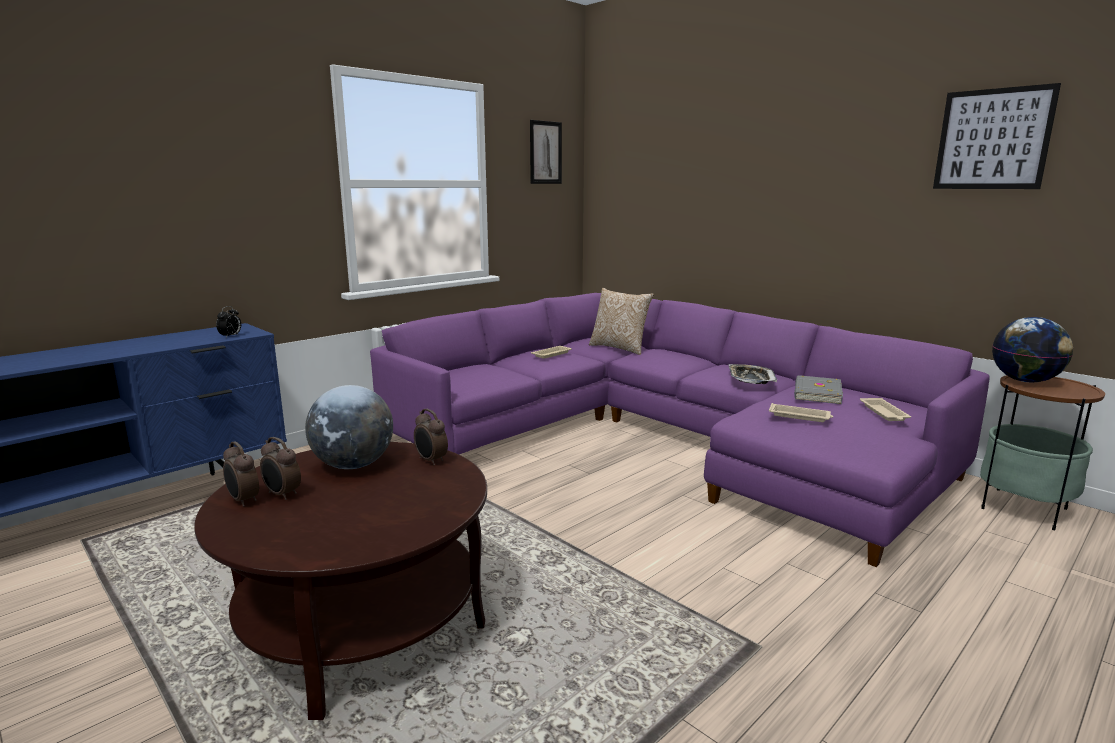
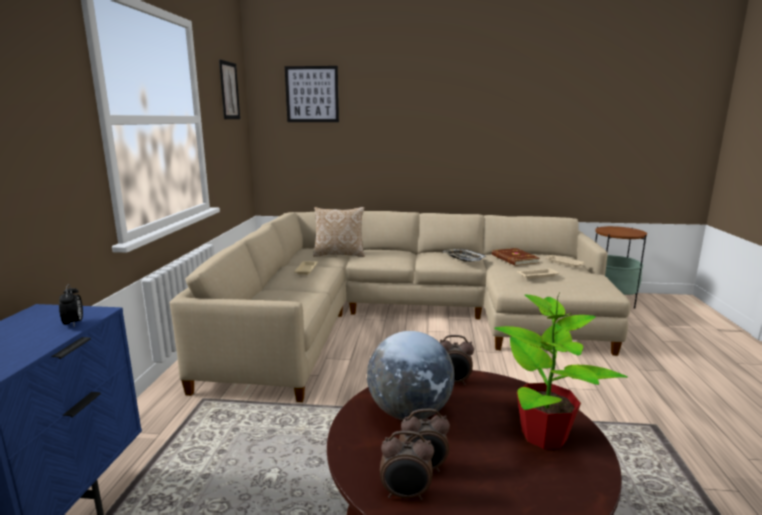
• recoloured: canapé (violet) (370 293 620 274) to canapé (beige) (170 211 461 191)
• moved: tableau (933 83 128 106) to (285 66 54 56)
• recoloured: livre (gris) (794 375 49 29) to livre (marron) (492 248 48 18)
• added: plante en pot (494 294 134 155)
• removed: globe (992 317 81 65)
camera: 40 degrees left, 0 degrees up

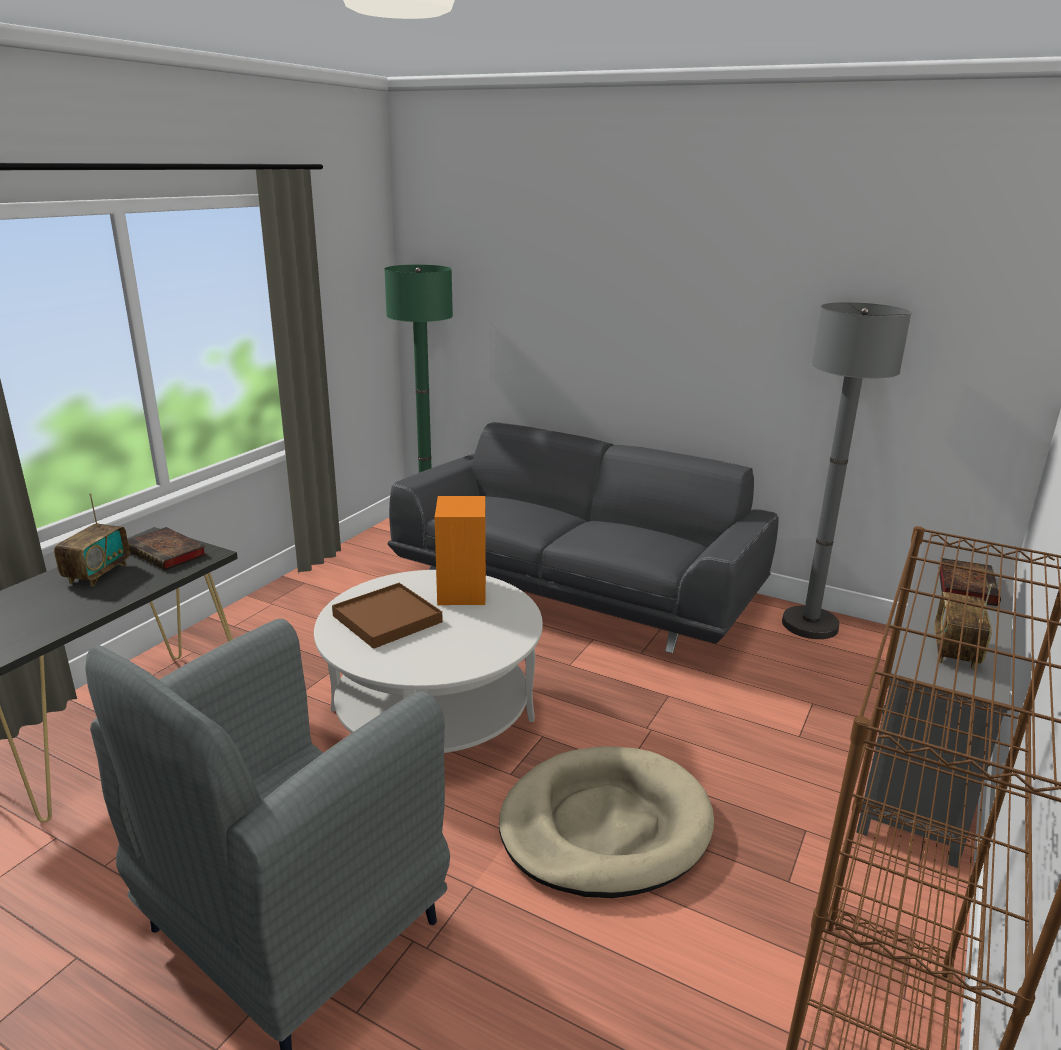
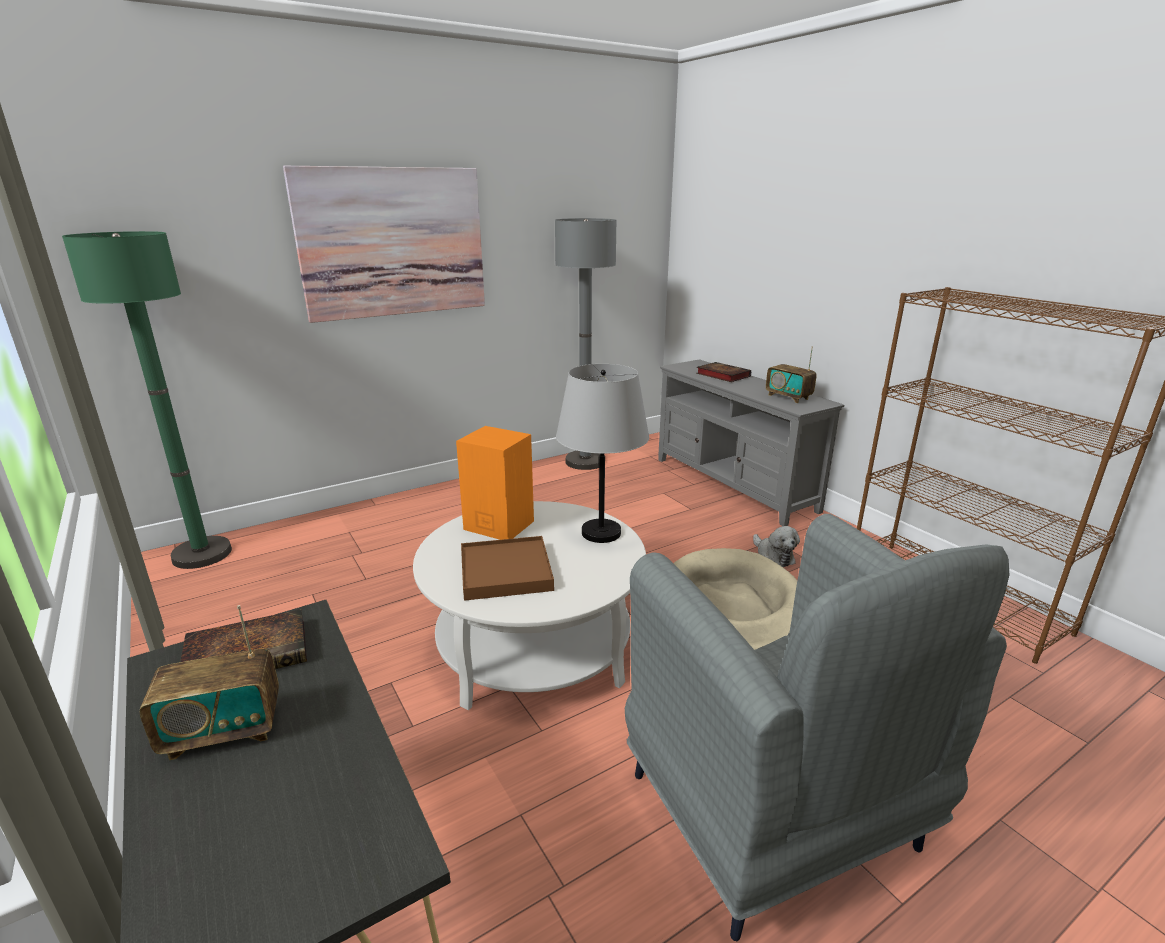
• turned: radio (54 493 76 94) = (140 605 139 155) 120 degrees clockwise
• added: tableau (283 166 202 157)
• added: lampe de table (gris) (556 364 93 179)
• added: peluche (753 526 47 41)
• removed: canapé (gris) (388 422 391 231)
camera: 60 degrees left, 0 degrees up

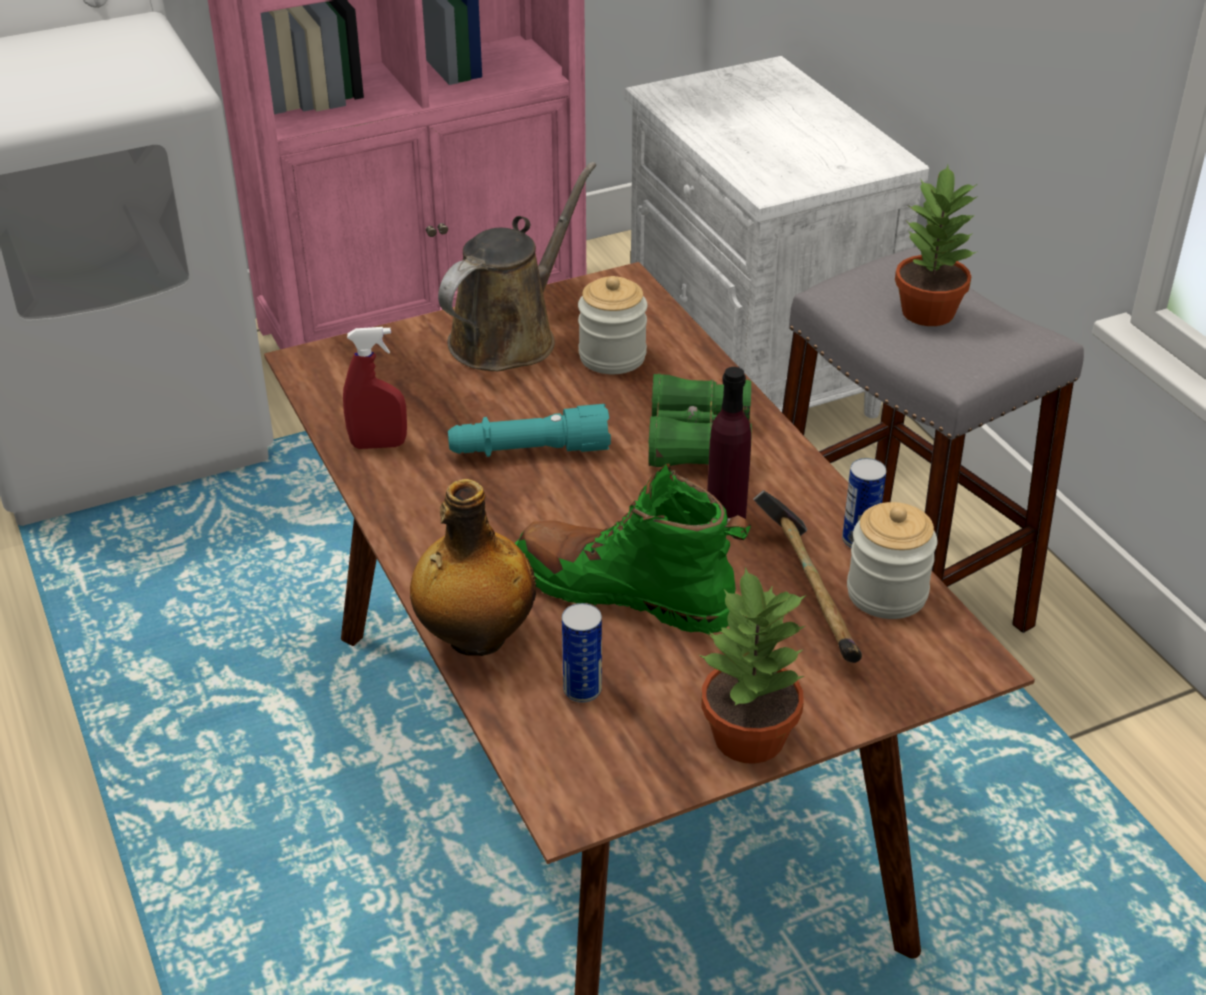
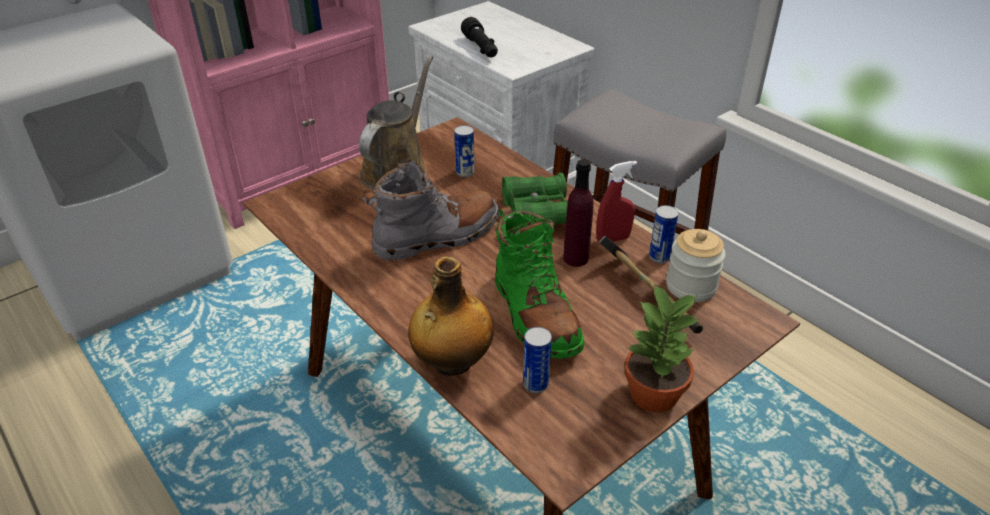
• replaced: lampe de poche (turquoise) (448 404 163 53) to botte (gris) (362 159 137 102)
• replaced: bocal (578 276 70 98) to boîte métallique (454 125 20 52)
• added: lampe de poche (noir) (461 17 37 40)
• turned: botte (vert) (515 464 236 171) = (495 205 89 154) 120 degrees counterclockwise
• moved: vaporisateur (rouge) (343 327 64 122) to (596 161 41 81)
• removed: plante en pot (895 165 83 161)
camera: 15 degrees left, 0 degrees up

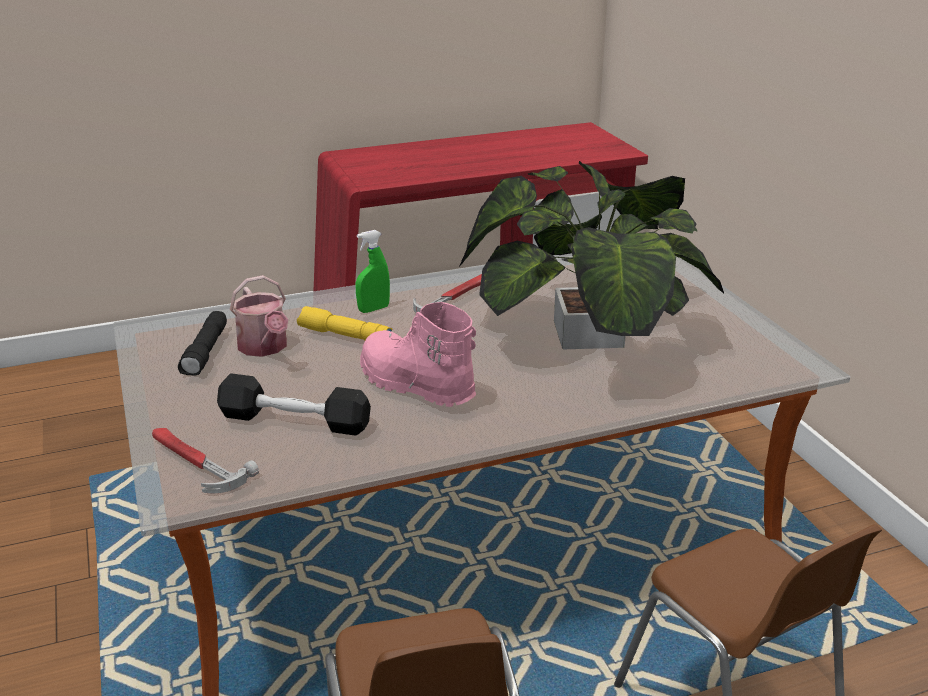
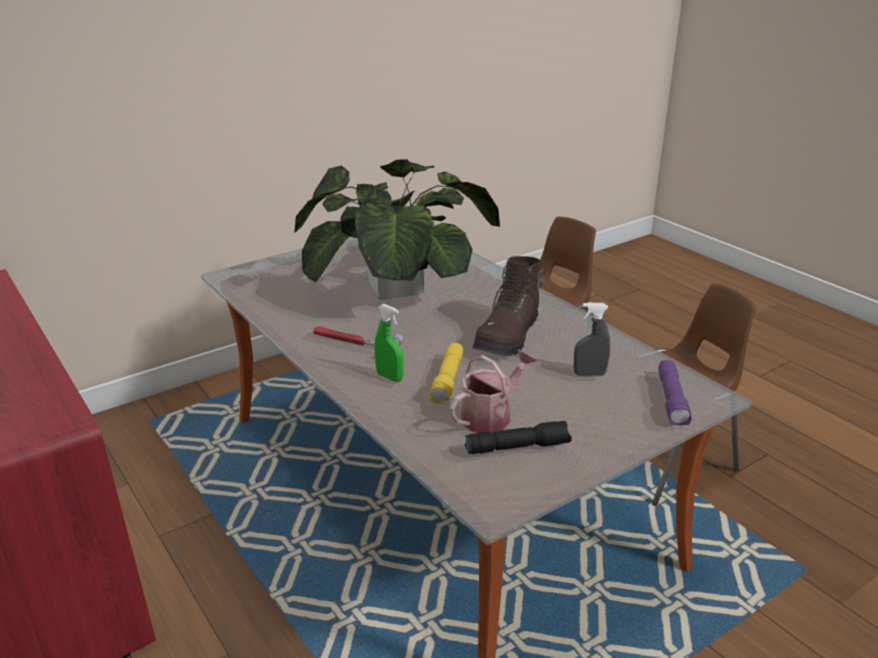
• recoloured: botte (rose) (360 302 116 105) to botte (marron) (472 256 73 100)
• replaced: haltère (noir) (217 373 154 63) to vaporisateur (gris) (574 303 36 73)
• replaced: marteau (152 428 107 65) to lampe de poche (violet) (658 360 34 65)
camera: 105 degrees left, 0 degrees up

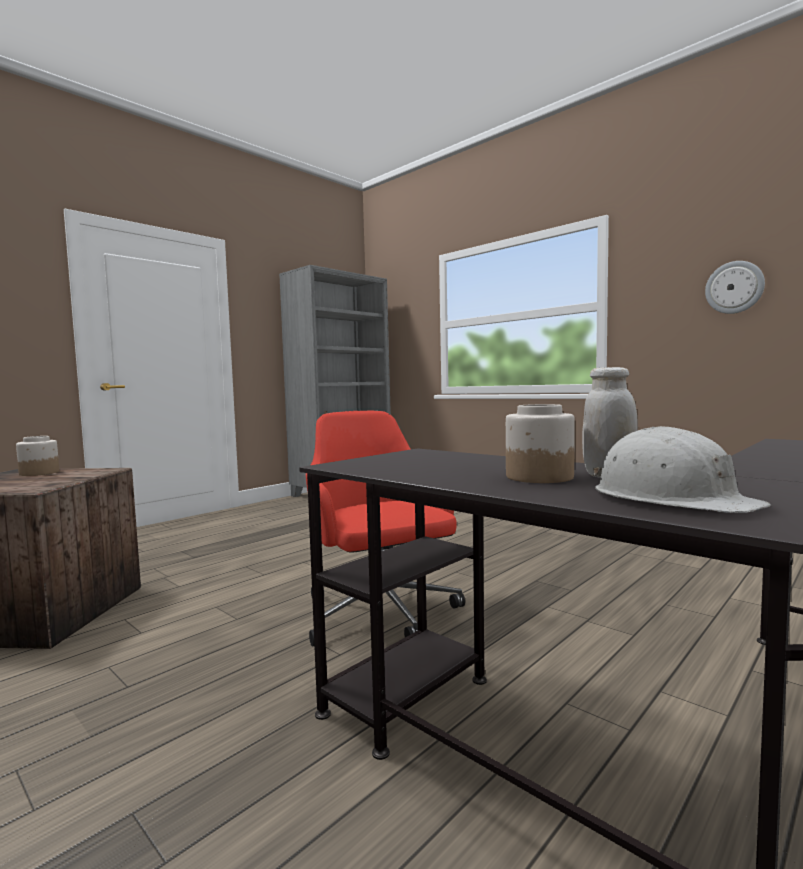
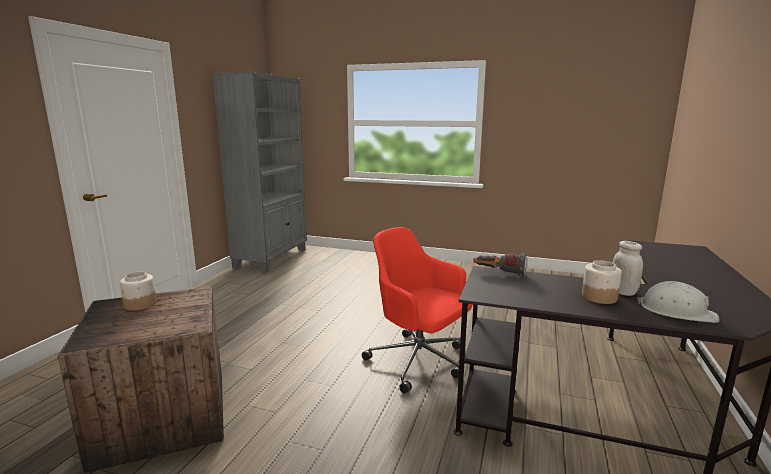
• added: lampe de poche (473 253 55 24)
• removed: horloge murale (705 261 60 53)
camera: 25 degrees left, 10 degrees up

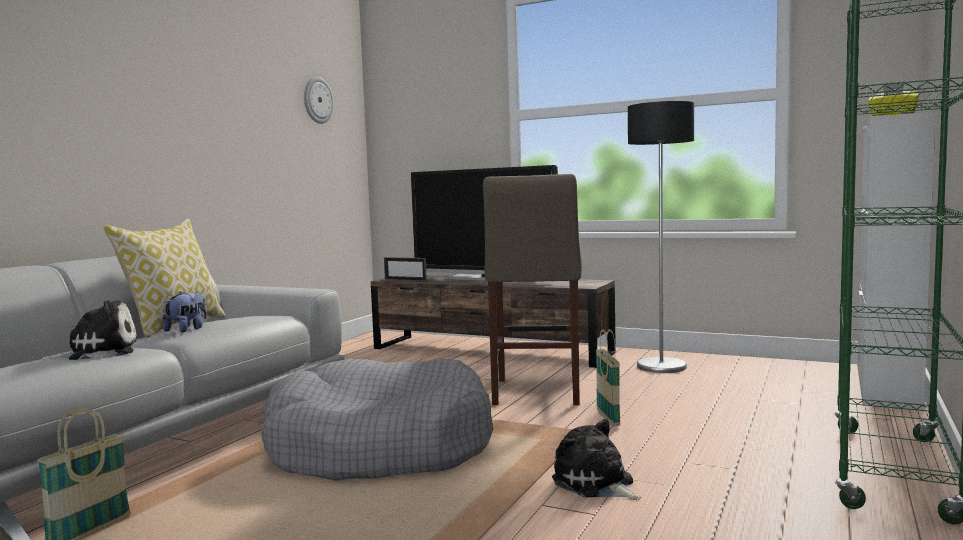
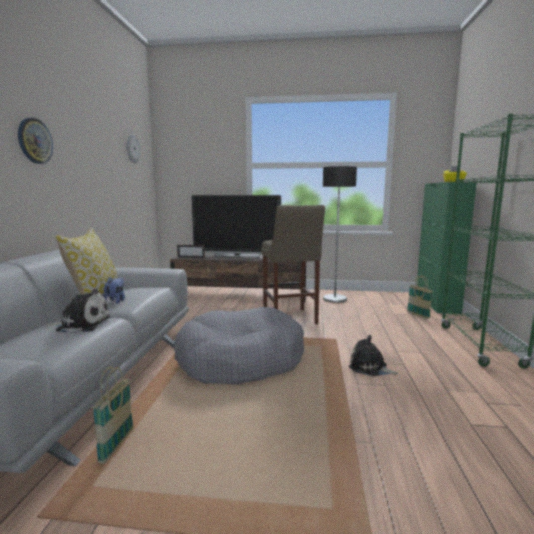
• added: horloge murale (18 118 35 46)
• turned: peluche (38 300 99 61) = (45 288 66 44) 45 degrees clockwise
• moved: panier (596 329 24 97) to (407 276 26 43)
• recoloured: meuble de rangement (blanc) (857 112 79 298) to meuble de rangement (vert) (417 182 59 132)
camera: 20 degrees left, 5 degrees up

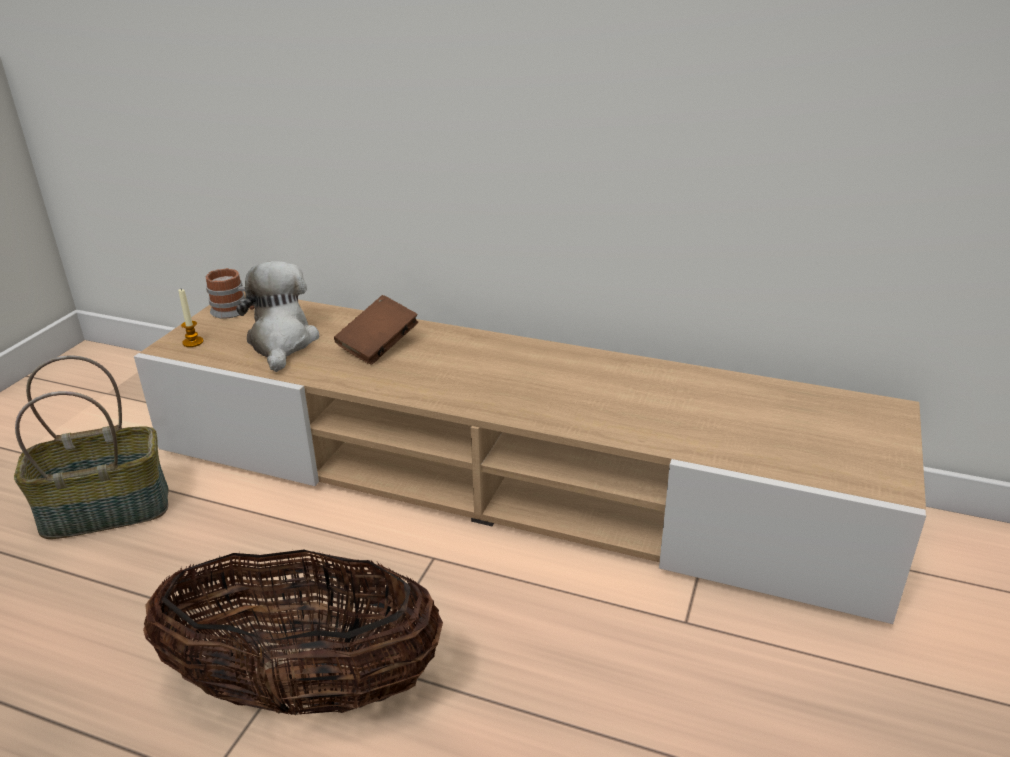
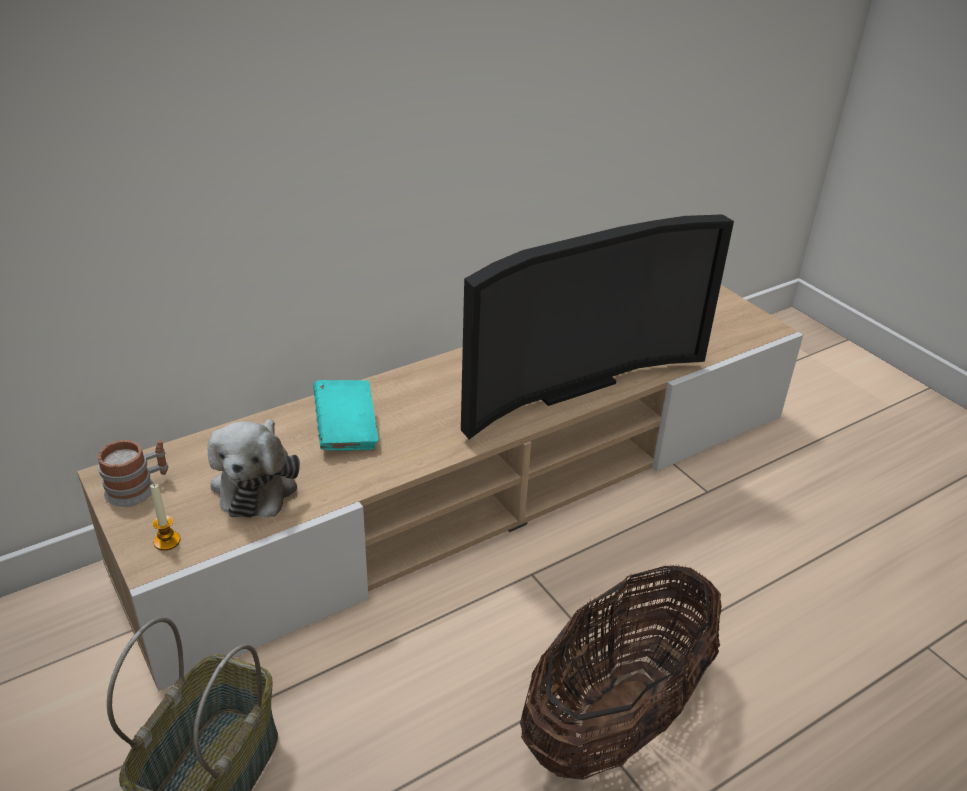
• turned: peluche (236 261 83 111) = (208 419 92 99) 120 degrees counterclockwise
• recoloured: livre (marron) (334 295 84 69) to livre (turquoise) (313 380 66 70)
• added: téléviseur (461 214 273 225)
camera: 55 degrees left, 5 degrees up

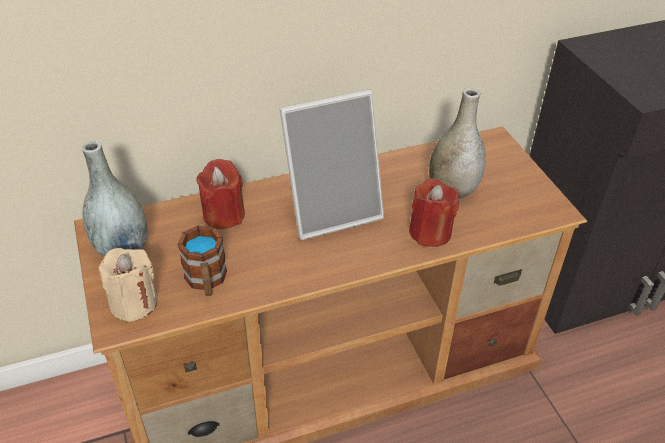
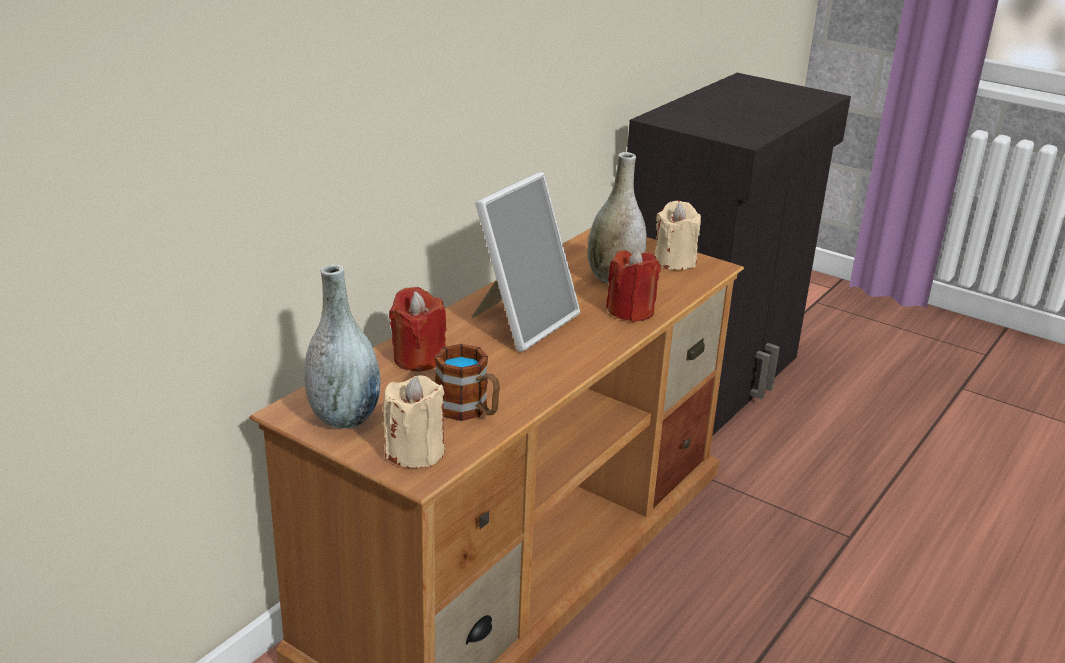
• added: bougie (beige) (655 200 46 70)
camera: 35 degrees left, 15 degrees down

